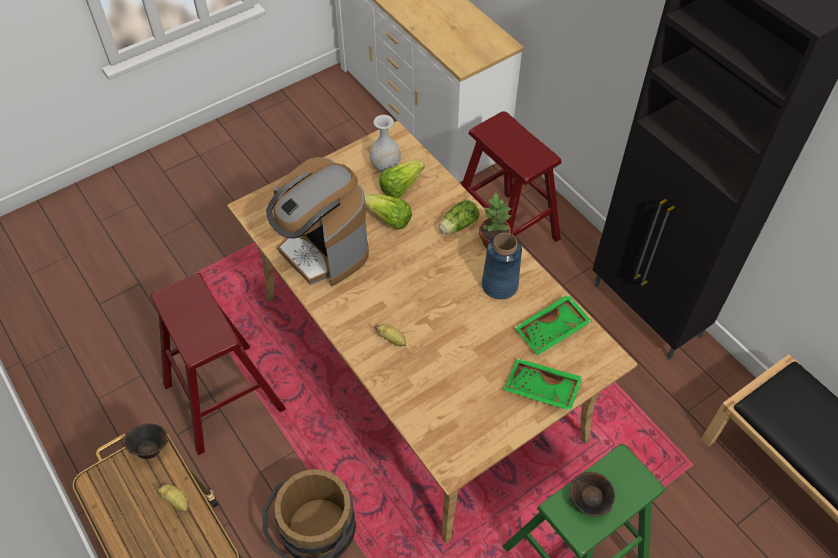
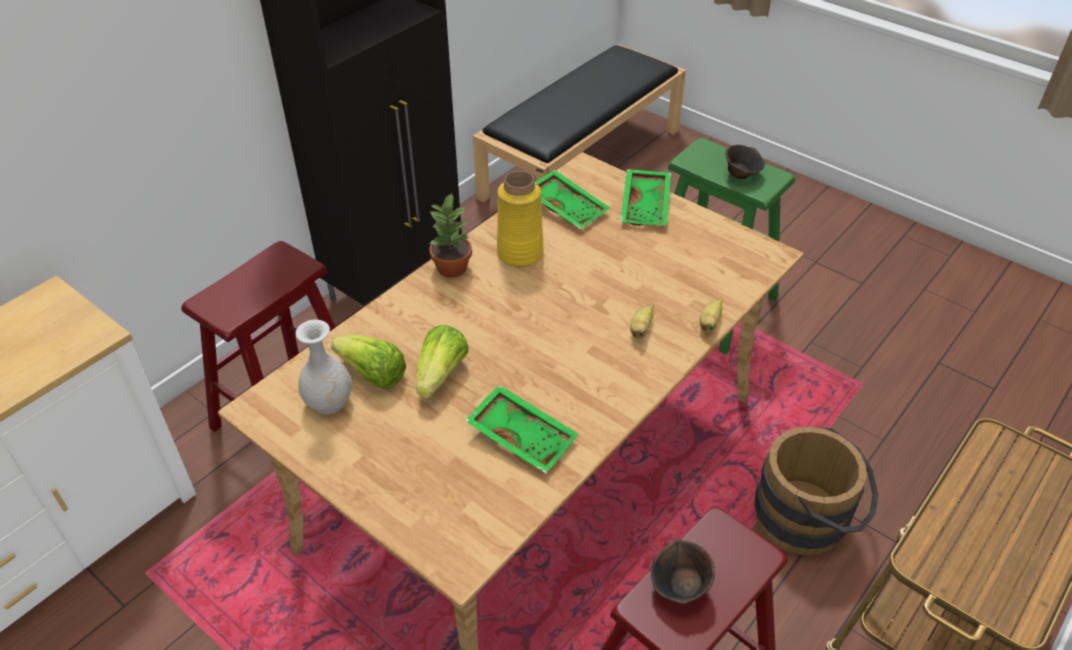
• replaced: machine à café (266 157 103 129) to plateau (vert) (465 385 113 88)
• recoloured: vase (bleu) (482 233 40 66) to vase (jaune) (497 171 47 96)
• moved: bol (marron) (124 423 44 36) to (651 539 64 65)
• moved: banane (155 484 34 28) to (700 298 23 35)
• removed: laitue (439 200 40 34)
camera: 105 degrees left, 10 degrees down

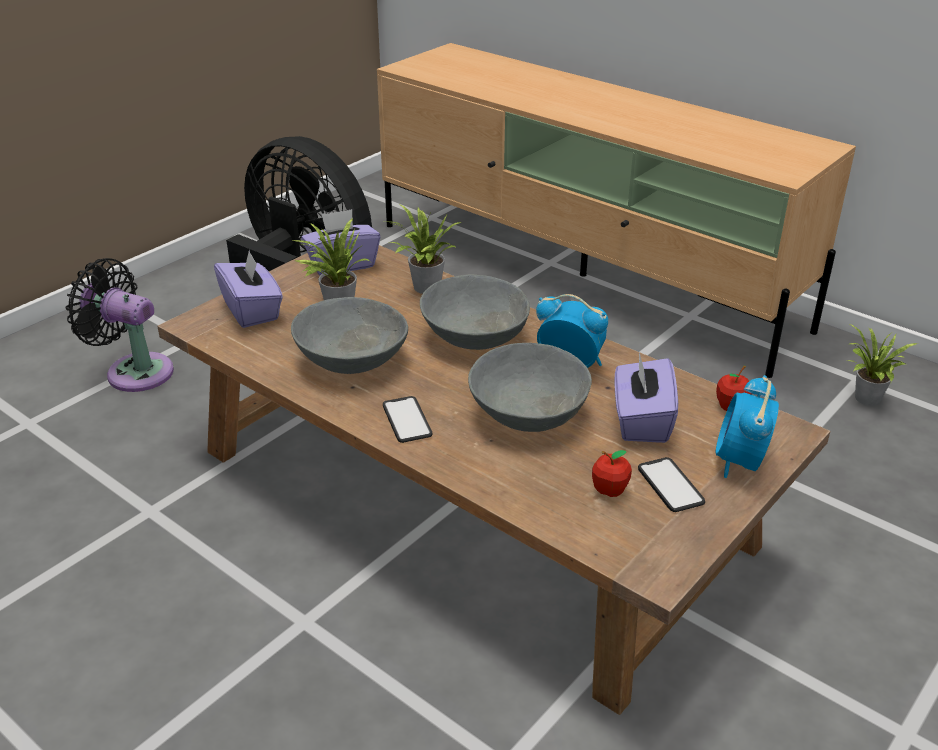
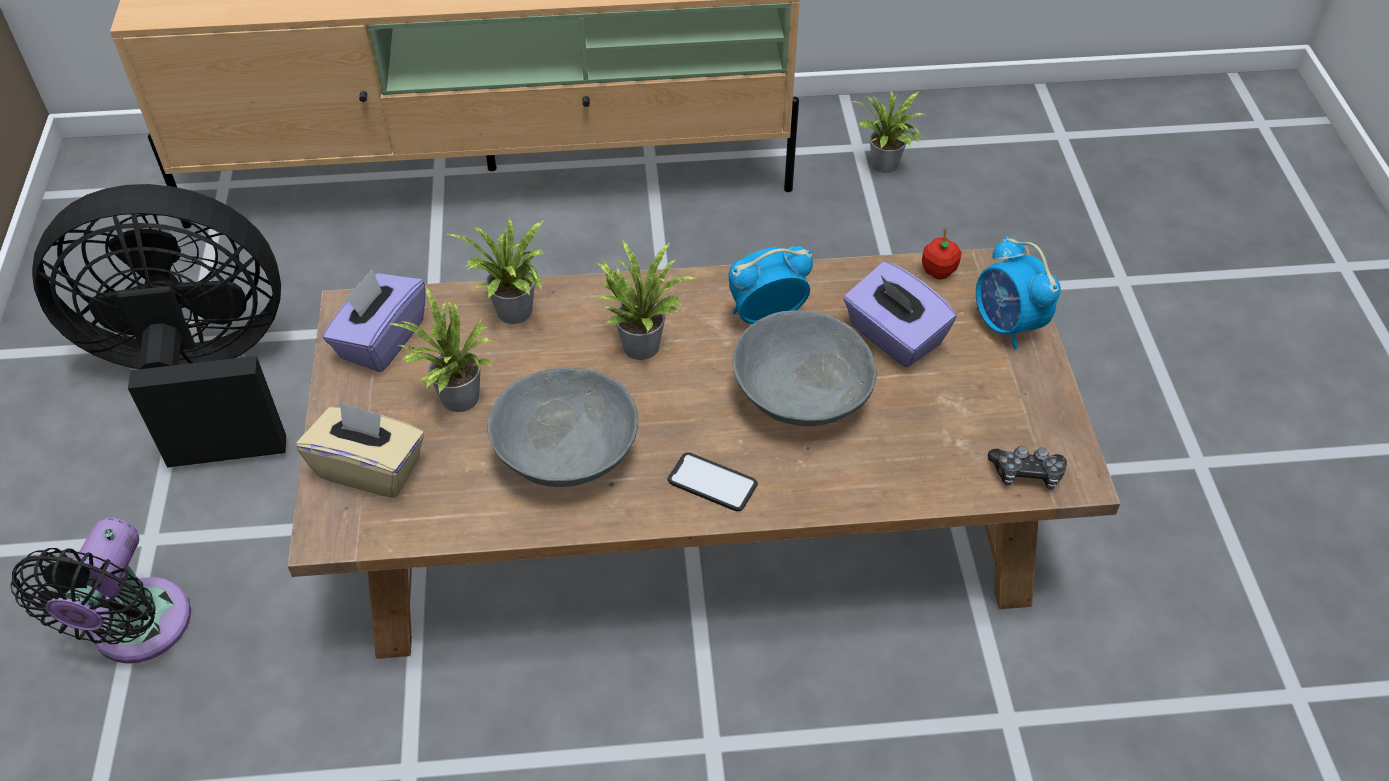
• turned: ventilateur (noir) (66 258 108 134) = (10 517 181 147) 60 degrees counterclockwise
• recoloured: boîte à mouchoirs (violet) (214 250 69 78) to boîte à mouchoirs (beige) (296 401 128 97)
• replaced: bol (gris) (420 275 110 75) to plante en pot (597 240 101 120)
• added: manette (988 446 79 44)
• removed: pomme (592 450 40 47)
• removed: téléphone (638 457 67 55)
camera: 45 degrees left, 15 degrees up

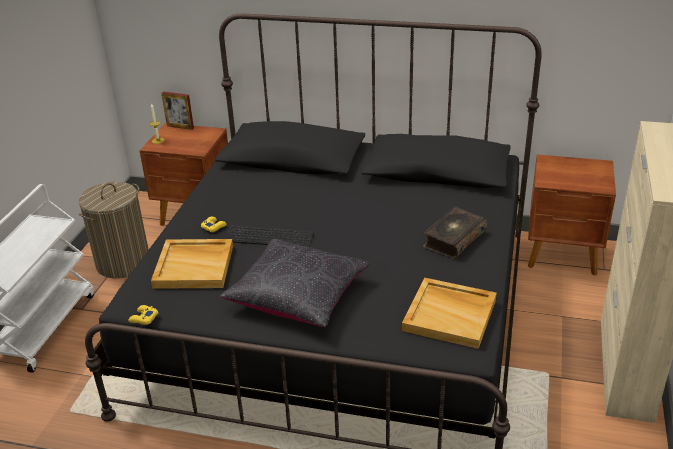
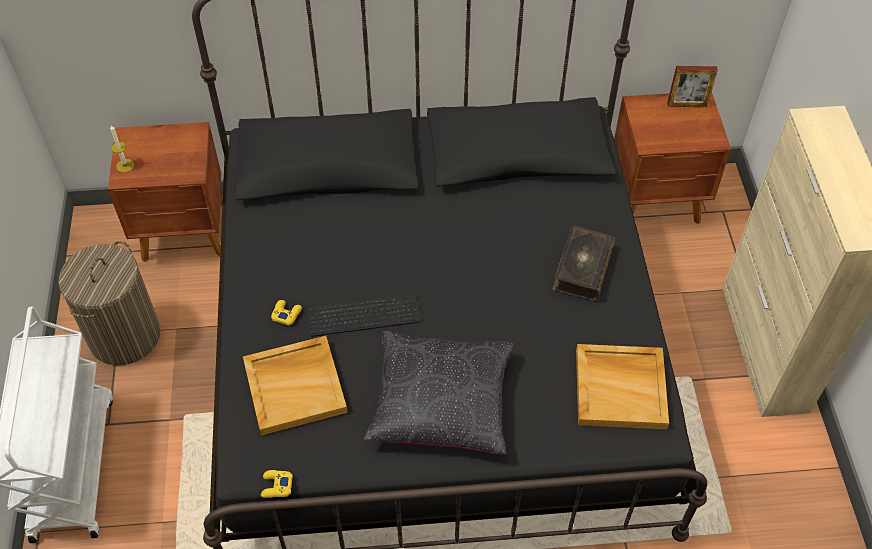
• moved: cadre photo (161 91 33 39) to (667 66 51 41)
camera: 20 degrees left, 20 degrees up

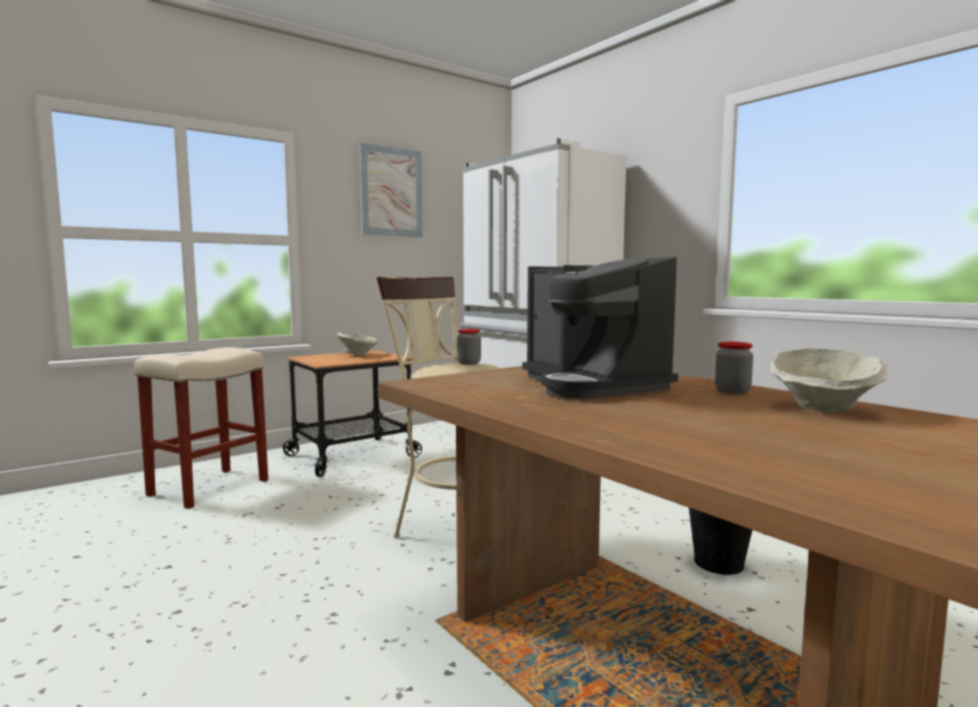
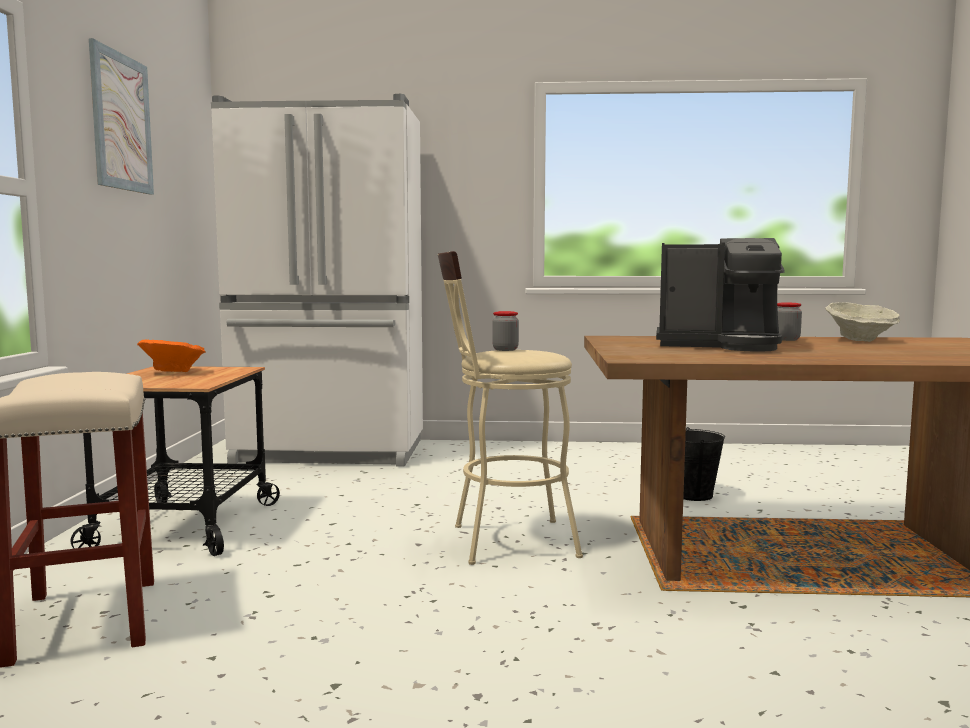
• recoloured: bol (beige) (337 332 42 24) to bol (orange) (137 340 69 32)
camera: 50 degrees left, 0 degrees up

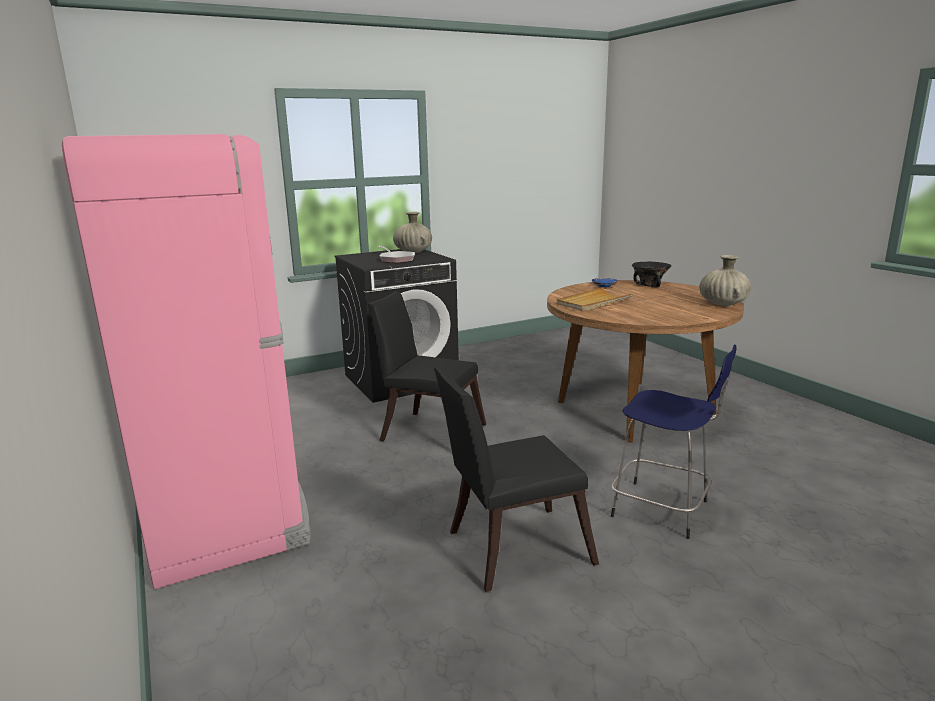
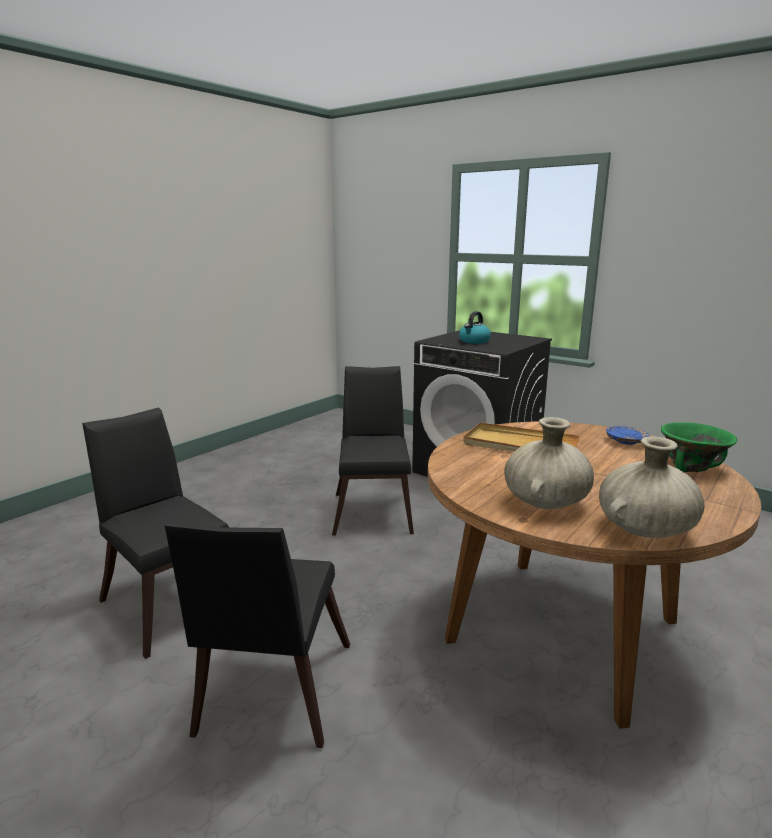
• replaced: tabouret (bleu) (611 344 126 195) to chaise (noir) (165 522 185 226)
• replaced: poêle (378 246 37 17) to bouilloire (459 311 32 33)
• moved: vase (beige) (393 212 39 41) to (504 417 90 92)
• recoloured: bol (noir) (632 262 39 25) to bol (vert) (661 422 76 50)
• removed: réfrigérateur (rose) (62 134 248 455)
camera: 65 degrees right, 0 degrees up

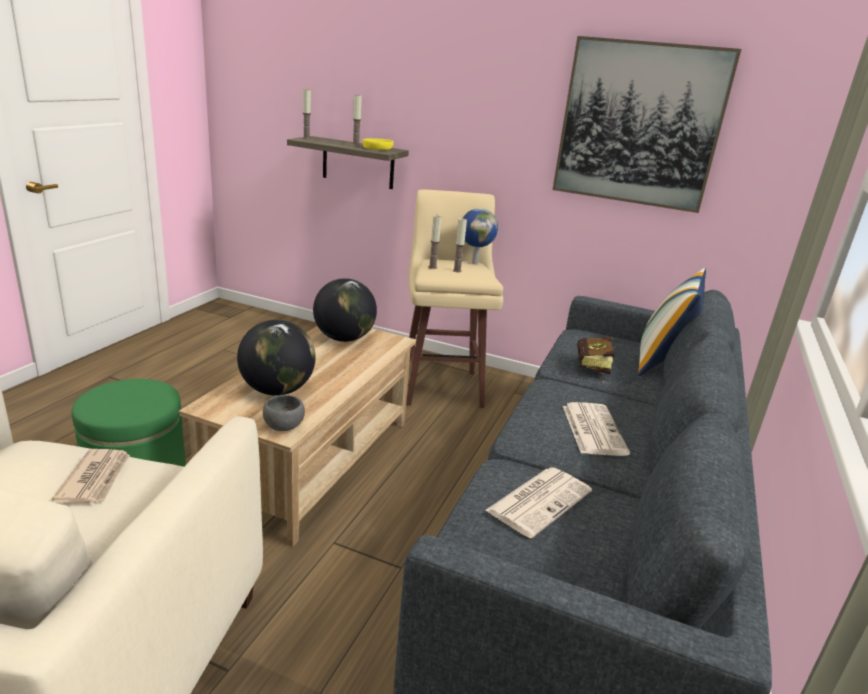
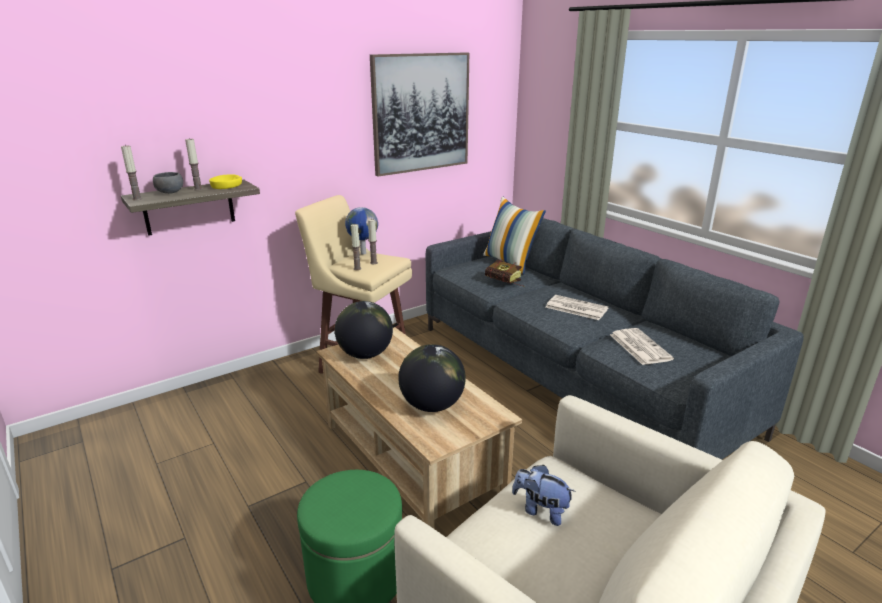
• moved: bol (gris) (263 395 42 36) to (153 172 30 22)
• replaced: journal (52 449 78 54) to peluche (512 465 64 61)
camera: 55 degrees left, 0 degrees up

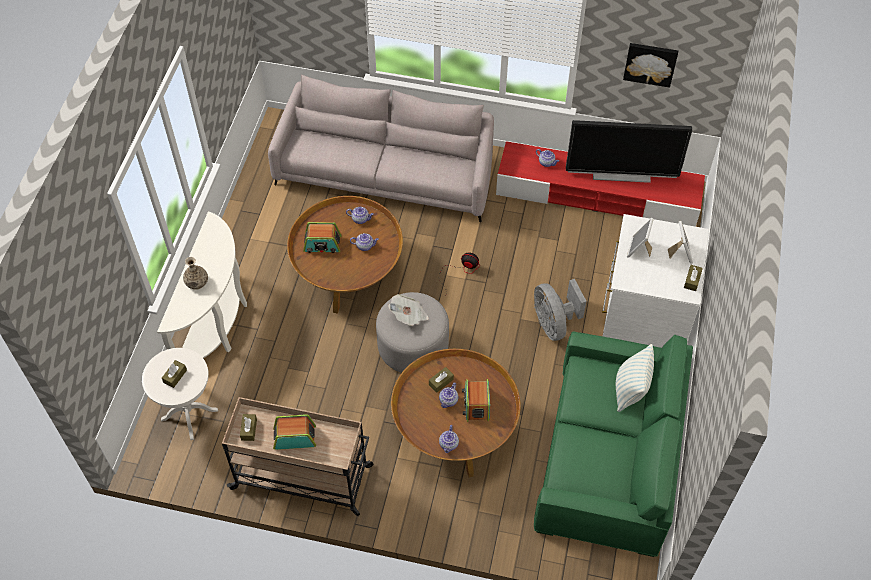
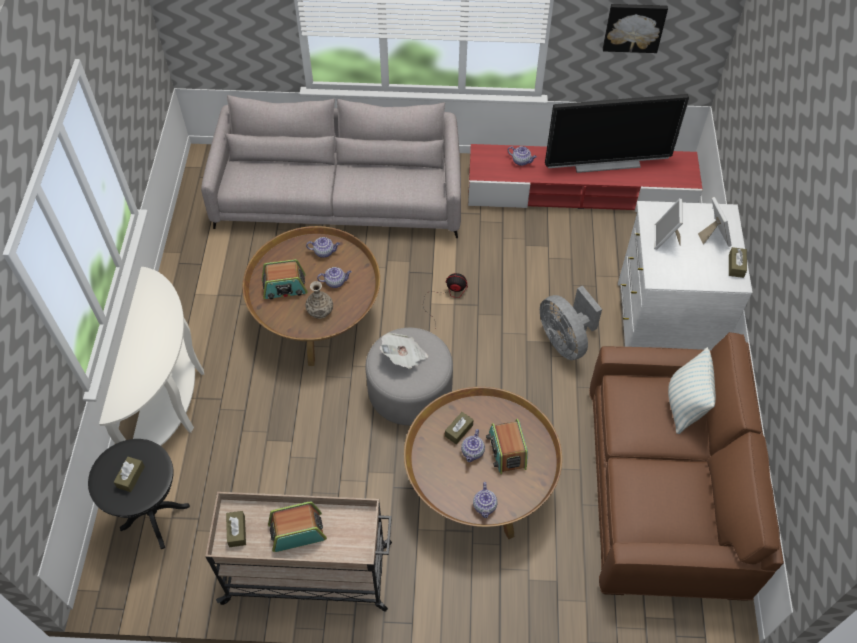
• recoloured: table d'appoint (blanc) (142 348 76 92) to table d'appoint (noir) (88 439 102 110)
• moved: vase (183 257 25 33) to (305 281 28 38)
• recoloured: canapé (vert) (534 331 159 226) to canapé (marron) (589 332 195 269)
camera: 10 degrees left, 0 degrees up

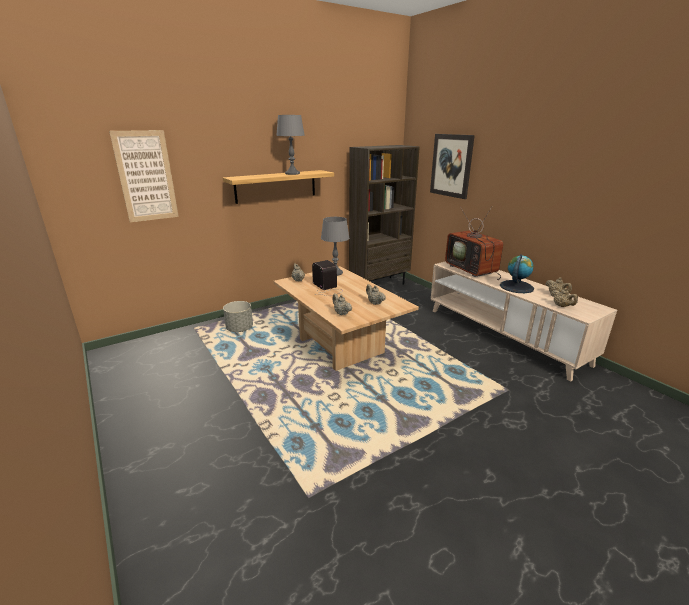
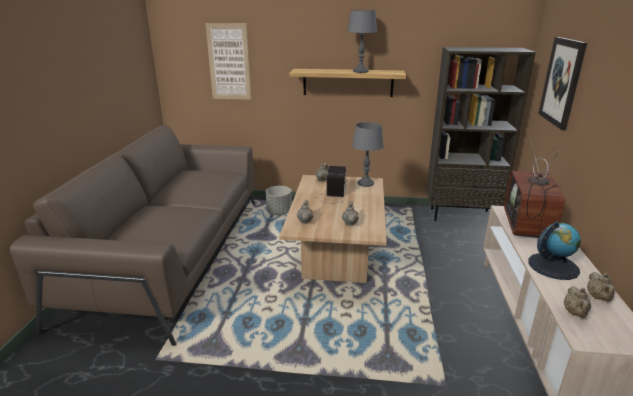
• added: canapé (marron) (10 125 246 221)
camera: 40 degrees right, 0 degrees up

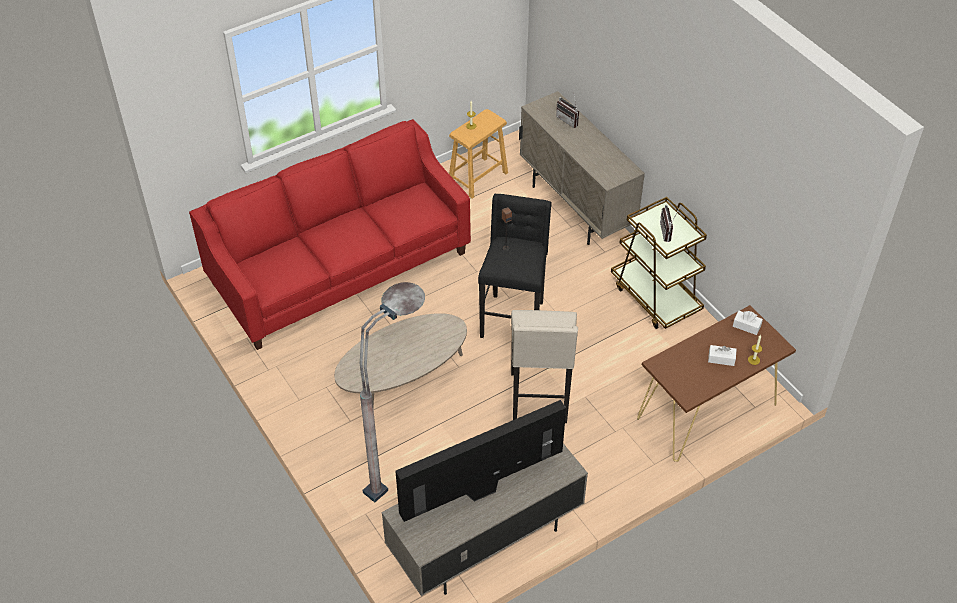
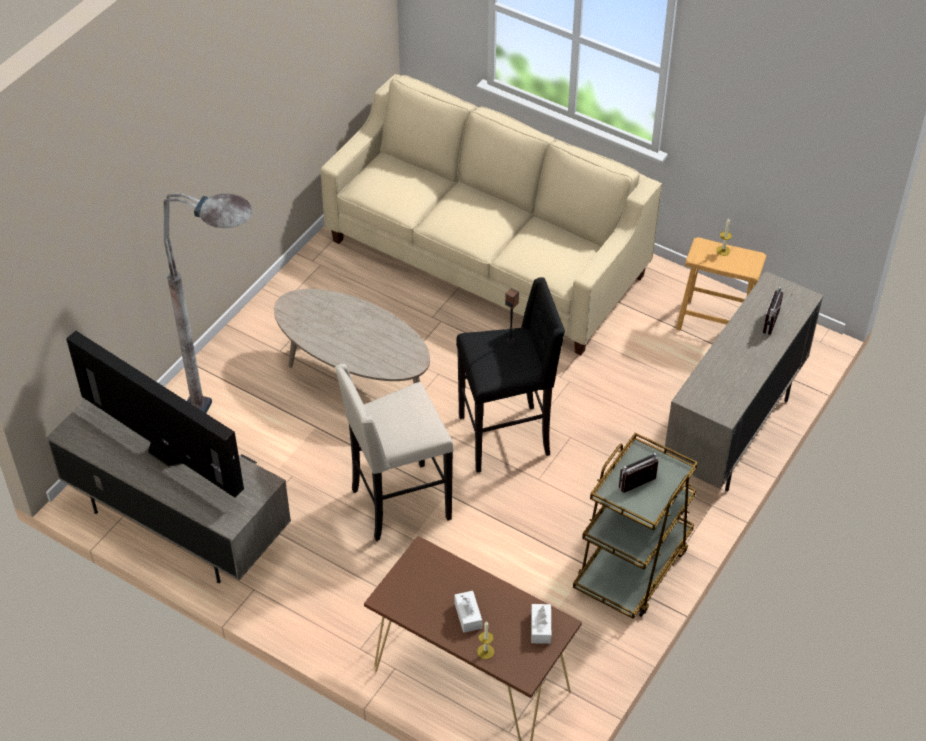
• recoloured: canapé (rouge) (189 119 282 231) to canapé (beige) (321 74 341 281)
camera: 65 degrees right, 0 degrees up

